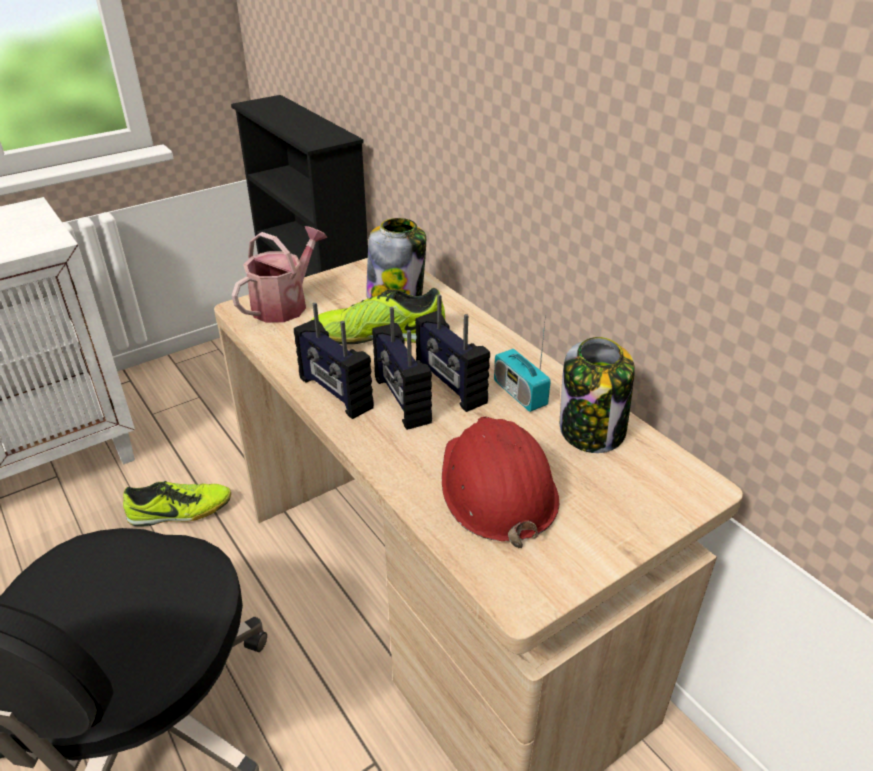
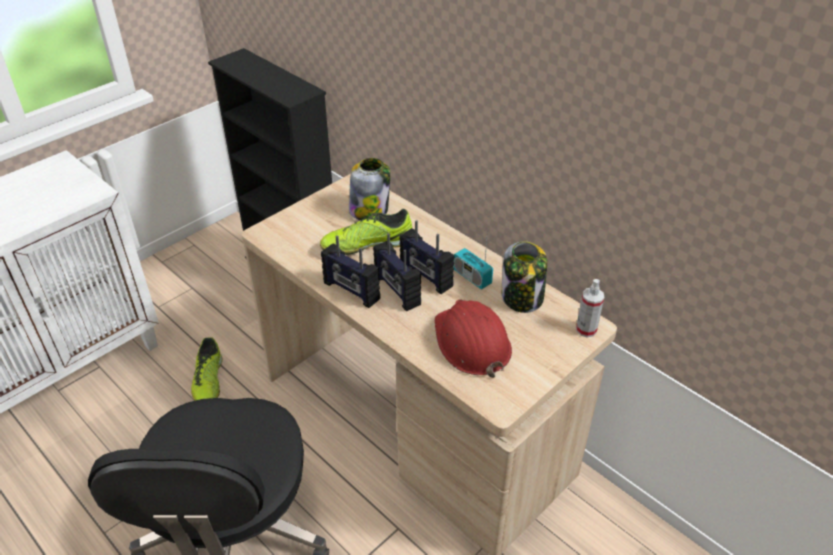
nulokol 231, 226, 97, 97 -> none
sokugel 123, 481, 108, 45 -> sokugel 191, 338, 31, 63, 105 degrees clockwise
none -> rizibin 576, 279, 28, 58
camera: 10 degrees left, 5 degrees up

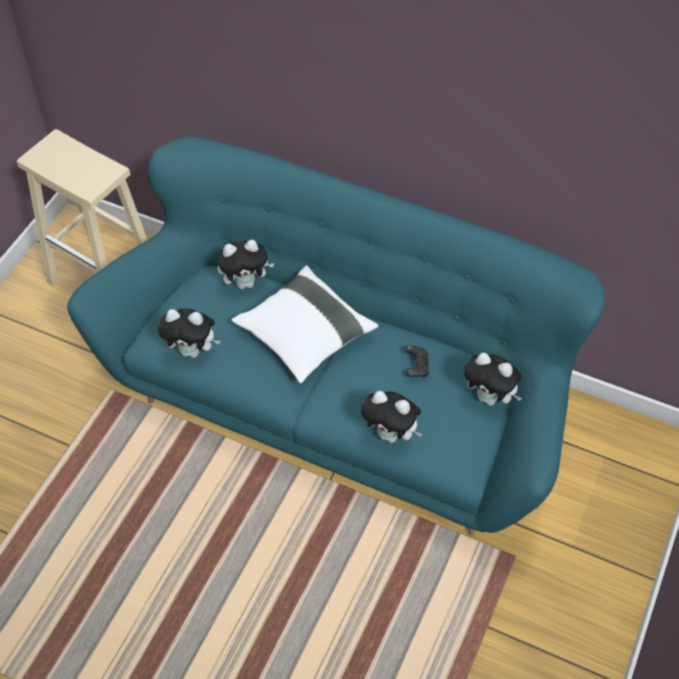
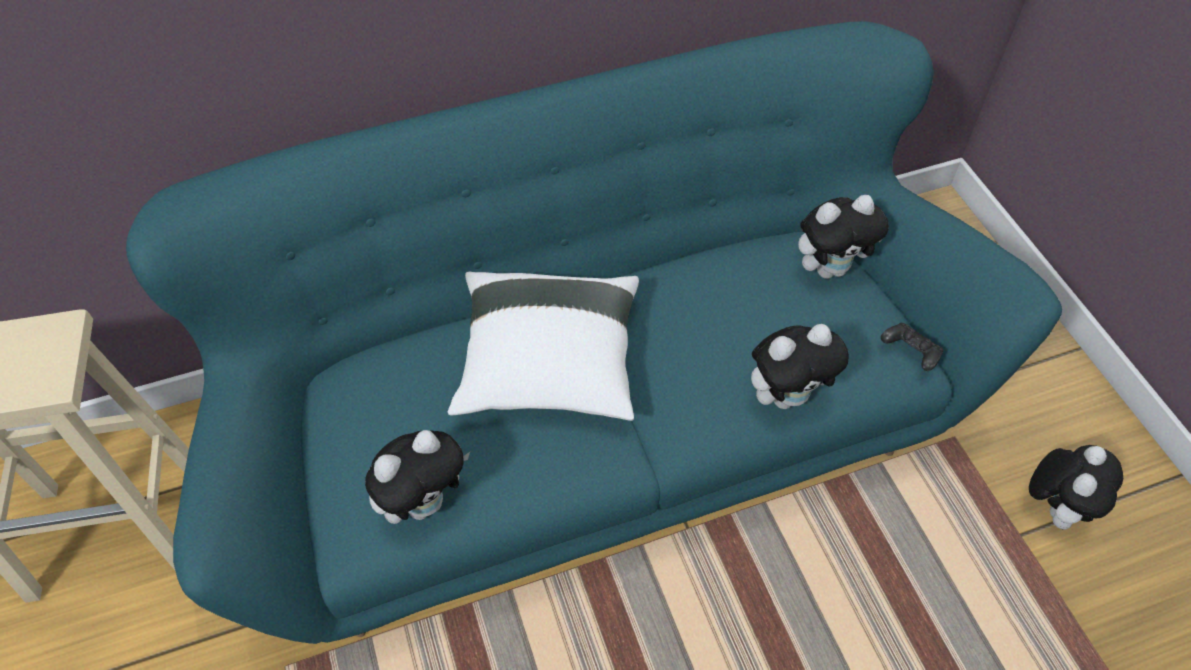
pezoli 217, 240, 58, 49 -> pezoli 1029, 445, 94, 84, move
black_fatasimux 405, 345, 25, 32 -> black_fatasimux 881, 323, 62, 48, move
camera: 45 degrees left, 0 degrees up

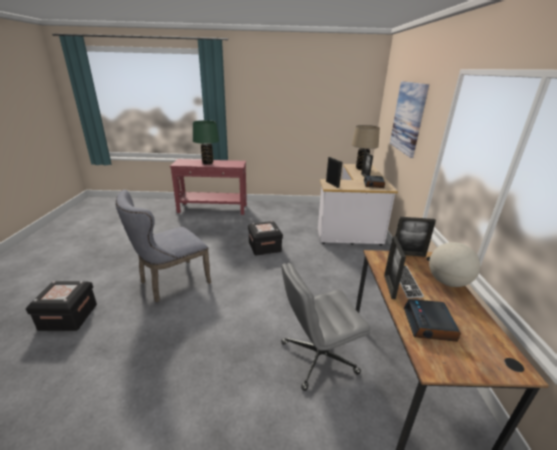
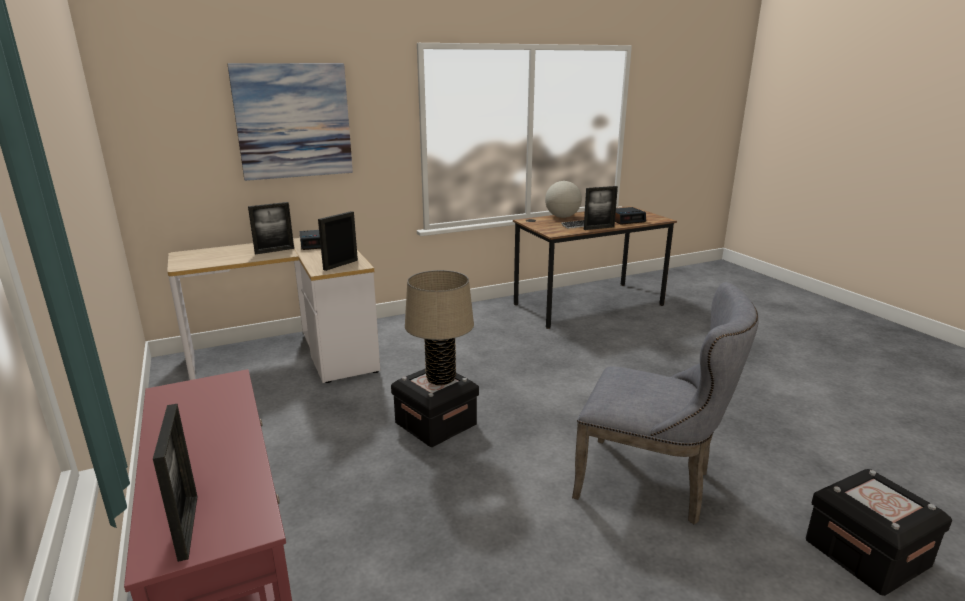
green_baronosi 193, 120, 26, 45 -> none
beige_baronosi 352, 125, 28, 45 -> beige_baronosi 405, 270, 69, 115, move
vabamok 396, 217, 40, 40 -> vabamok 153, 404, 45, 158, move
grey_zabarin 281, 263, 89, 128 -> none
camera: 115 degrees left, 5 degrees down

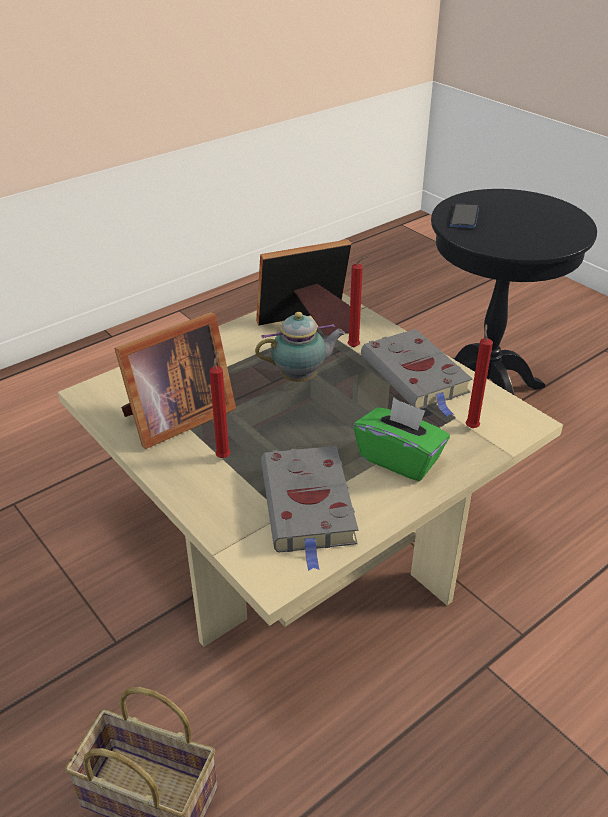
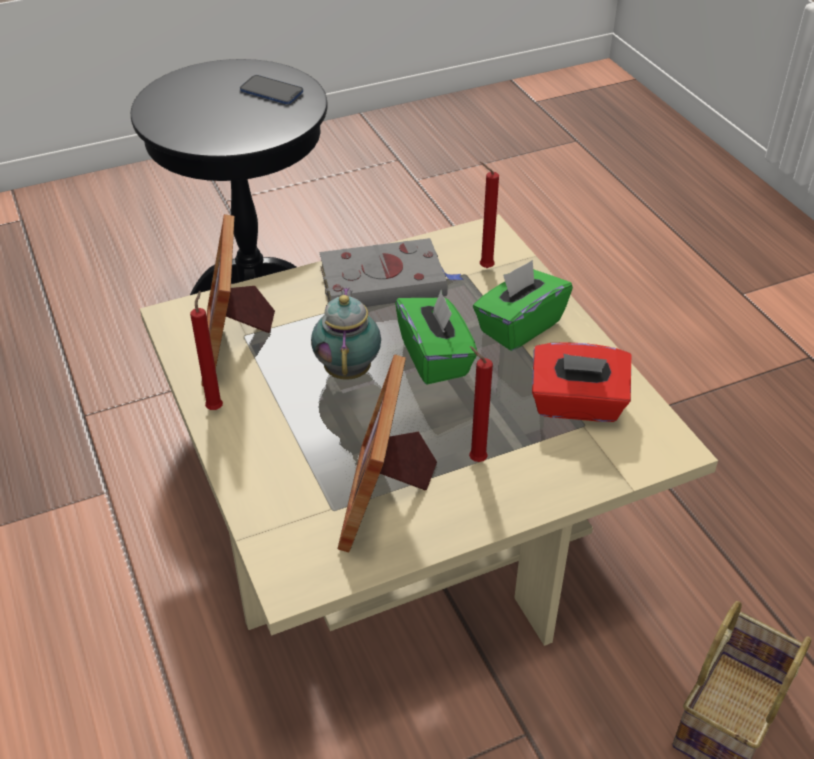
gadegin 450, 204, 29, 24 -> gadegin 240, 75, 63, 29, move
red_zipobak 348, 255, 21, 93 -> red_zipobak 190, 291, 33, 119, move
vabamok 114, 312, 122, 137 -> vabamok 338, 354, 99, 198, 150 degrees counterclockwise
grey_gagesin 261, 446, 97, 125 -> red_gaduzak 532, 342, 100, 80
none -> green_gaduzak 395, 290, 83, 95
camera: 75 degrees left, 5 degrees up

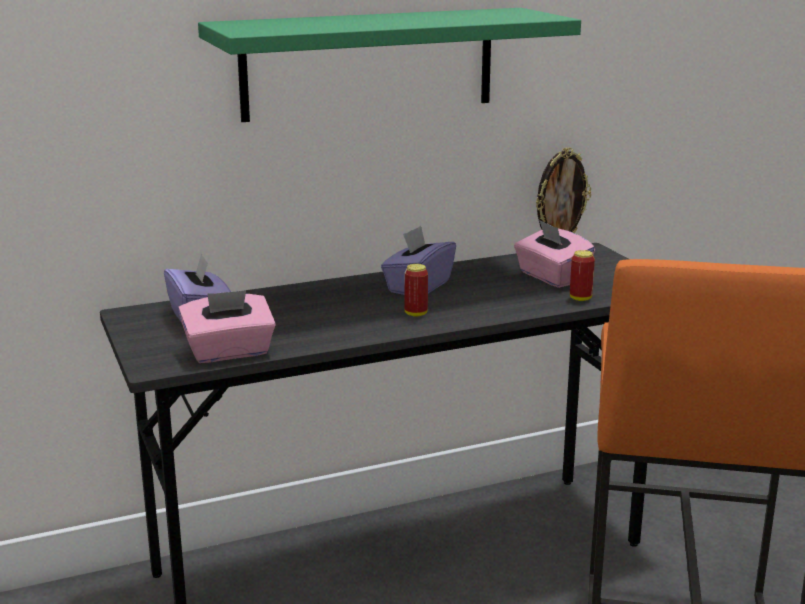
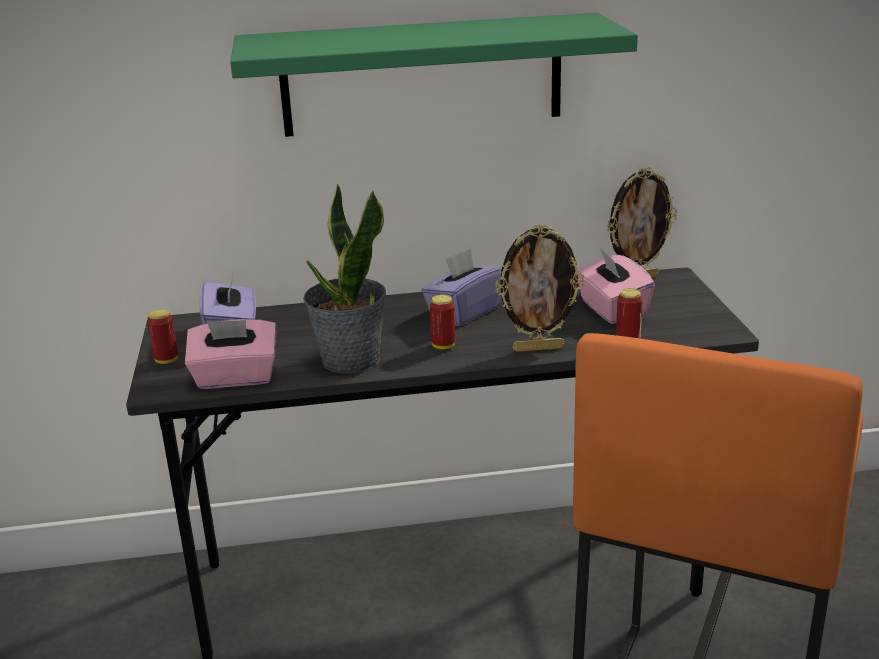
none -> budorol 303, 183, 83, 191
none -> vabamok 495, 224, 89, 128
none -> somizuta 147, 309, 31, 55
camera: 15 degrees right, 5 degrees up

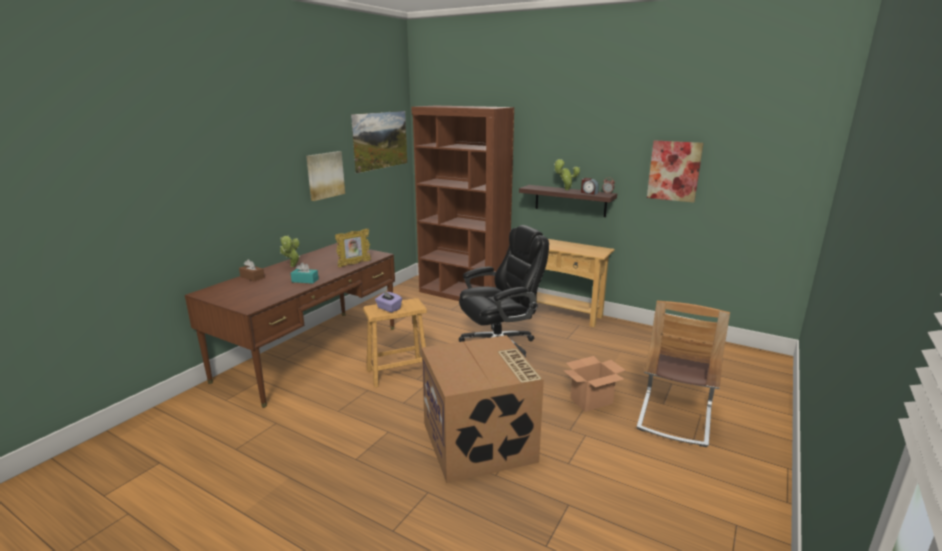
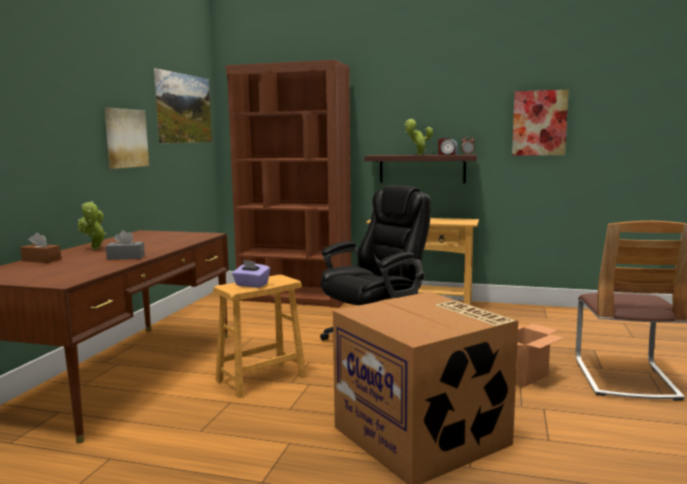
vabamok 335, 229, 36, 38 -> none
turquoise_gaduzak 291, 262, 28, 22 -> grey_gaduzak 106, 230, 39, 30
camera: 15 degrees left, 10 degrees down

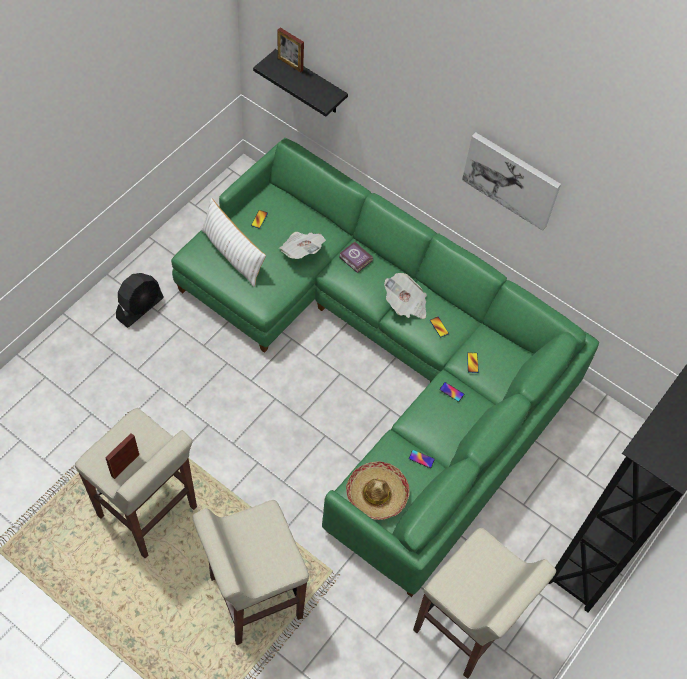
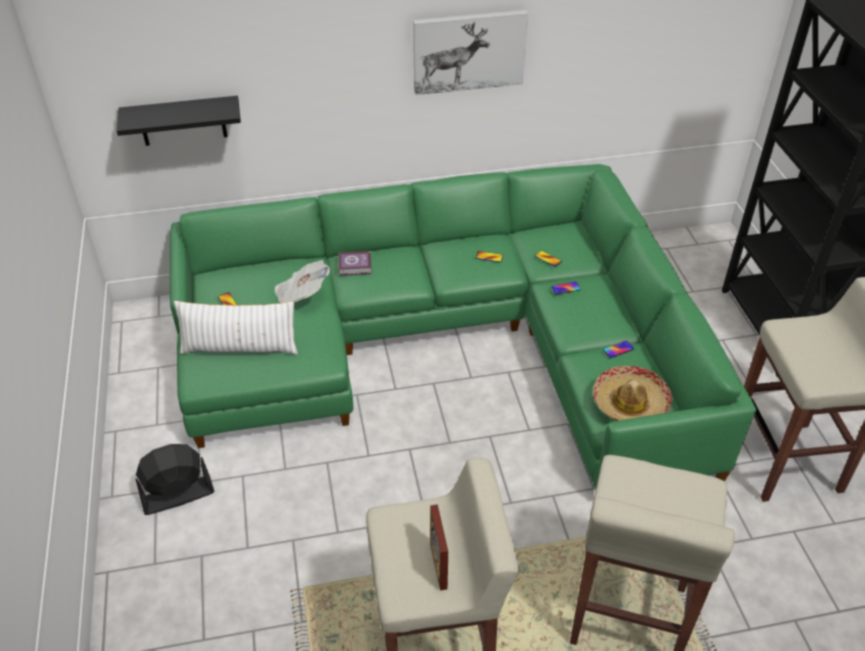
vabamok 278, 28, 26, 45 -> none
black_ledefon 116, 273, 48, 55 -> black_ledefon 135, 444, 80, 71, 105 degrees counterclockwise
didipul 384, 273, 43, 46 -> none
camera: 45 degrees left, 15 degrees down

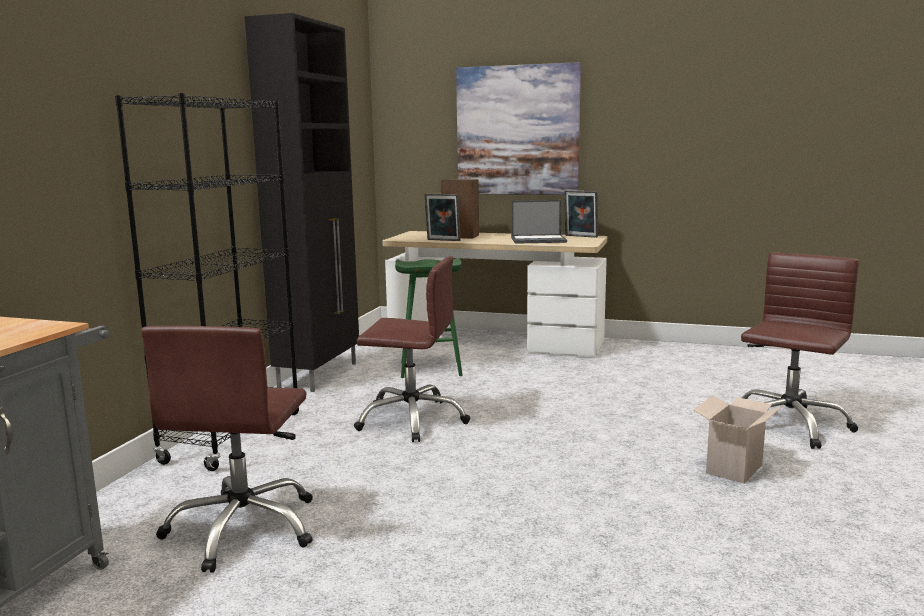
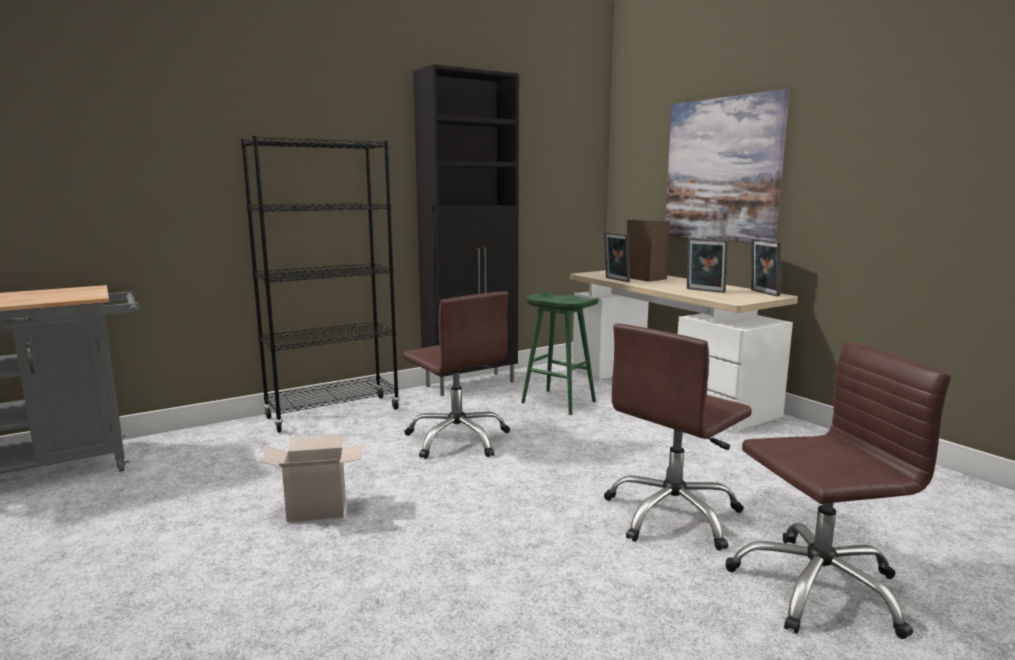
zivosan 511, 200, 56, 44 -> vabamok 687, 238, 41, 55
brown_zabarin 141, 326, 172, 247 -> brown_zabarin 604, 324, 148, 226, move
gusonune 693, 395, 90, 89 -> gusonune 261, 435, 101, 87, move
camera: 40 degrees right, 0 degrees up

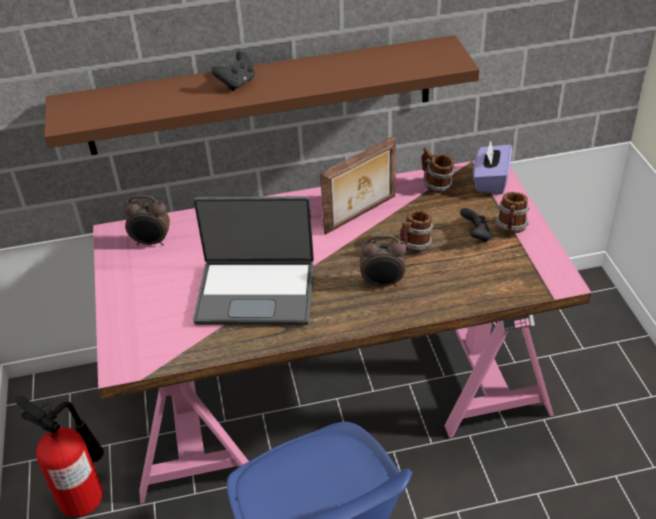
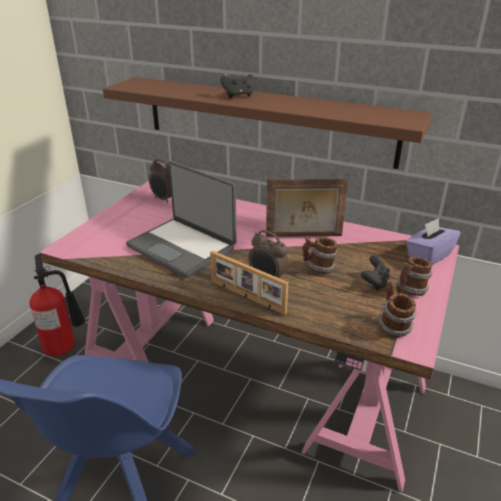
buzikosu 421, 147, 34, 46 -> buzikosu 379, 281, 38, 56, move
none -> vabamok 210, 251, 78, 64
camera: 35 degrees right, 10 degrees down

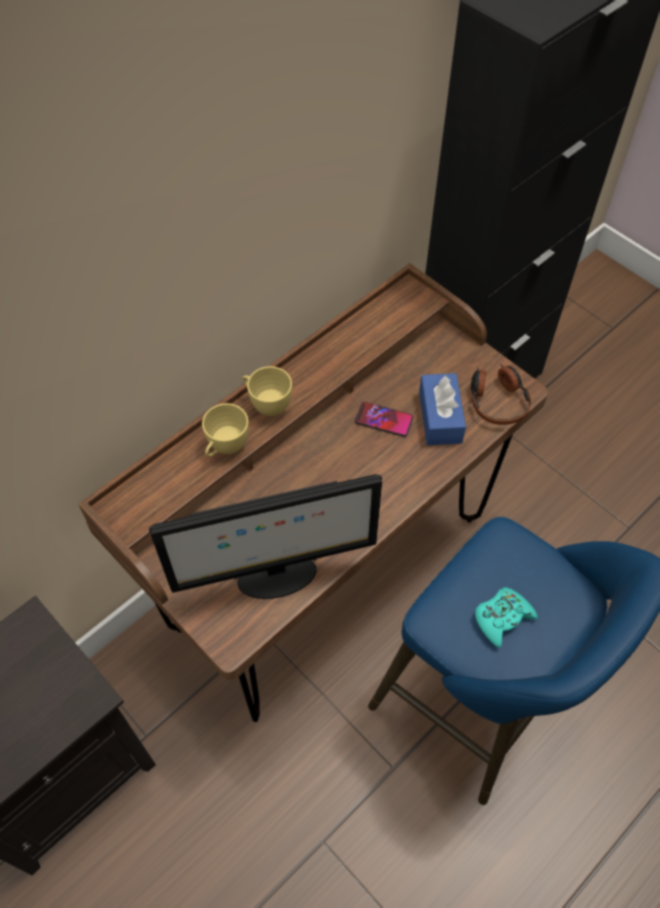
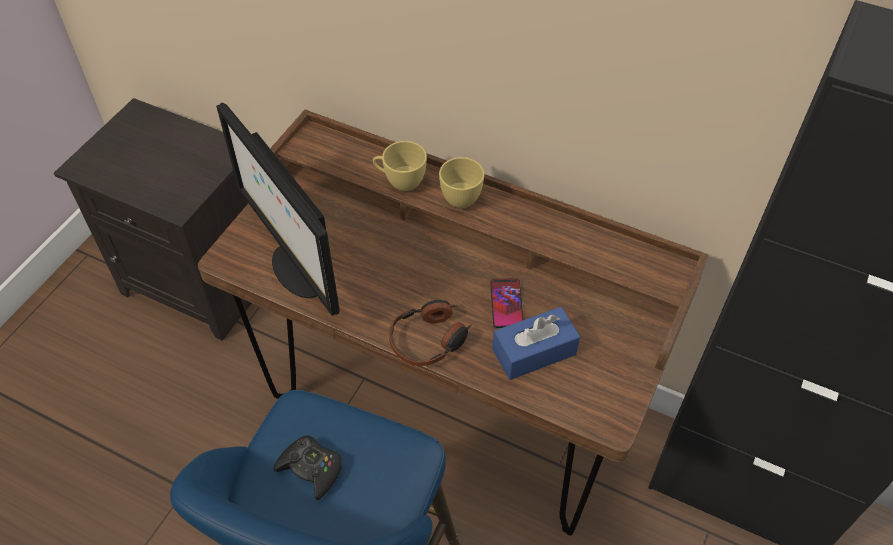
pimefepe 471, 364, 61, 61 -> pimefepe 389, 300, 83, 66, move
turquoise_fatasimux 475, 587, 63, 61 -> black_fatasimux 274, 435, 68, 65
camera: 70 degrees right, 5 degrees down

